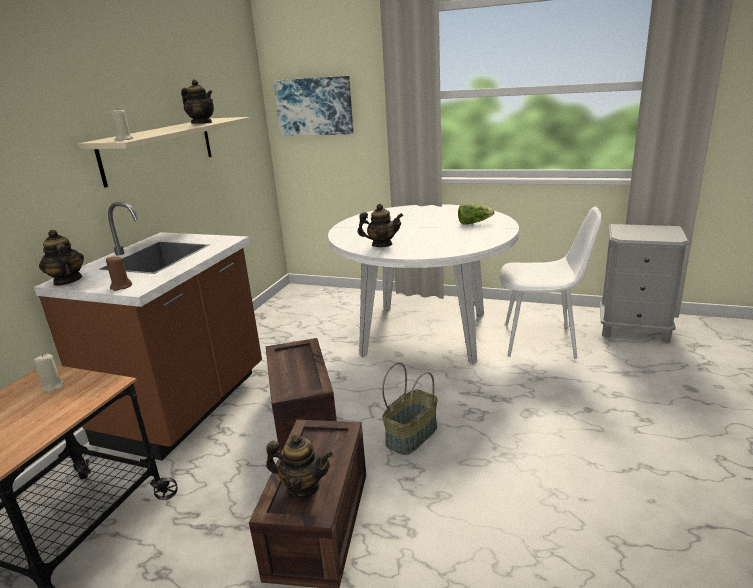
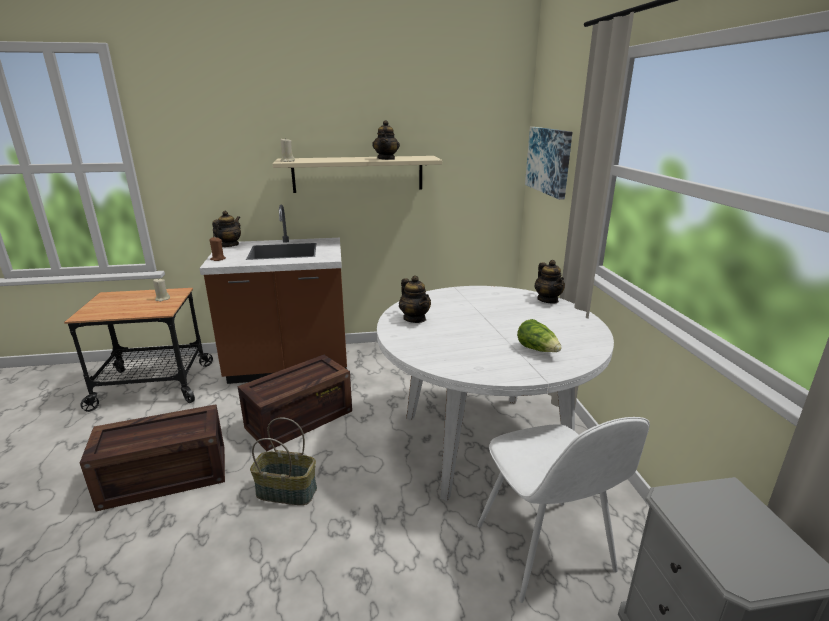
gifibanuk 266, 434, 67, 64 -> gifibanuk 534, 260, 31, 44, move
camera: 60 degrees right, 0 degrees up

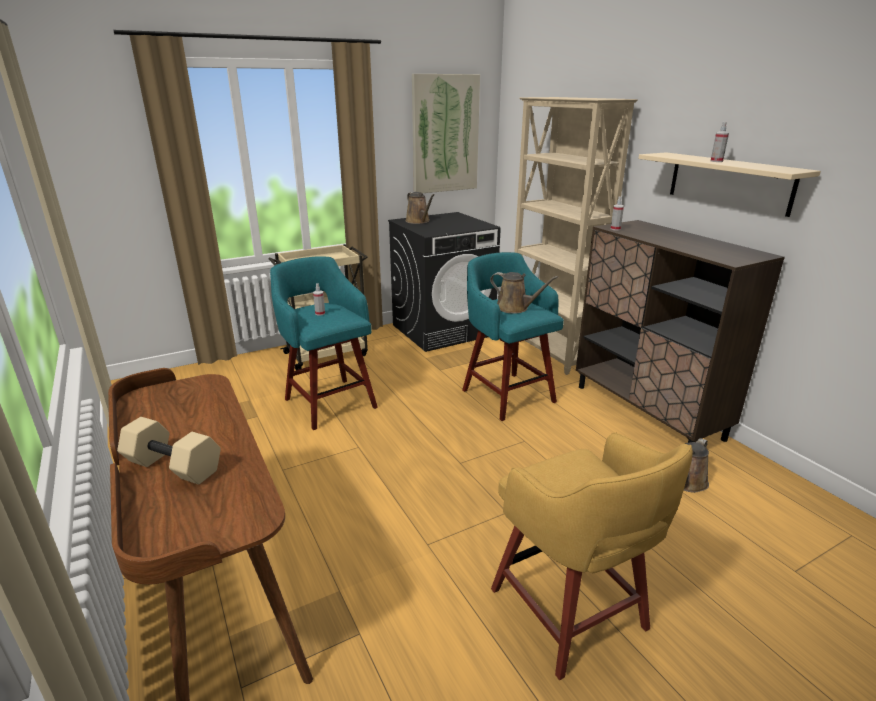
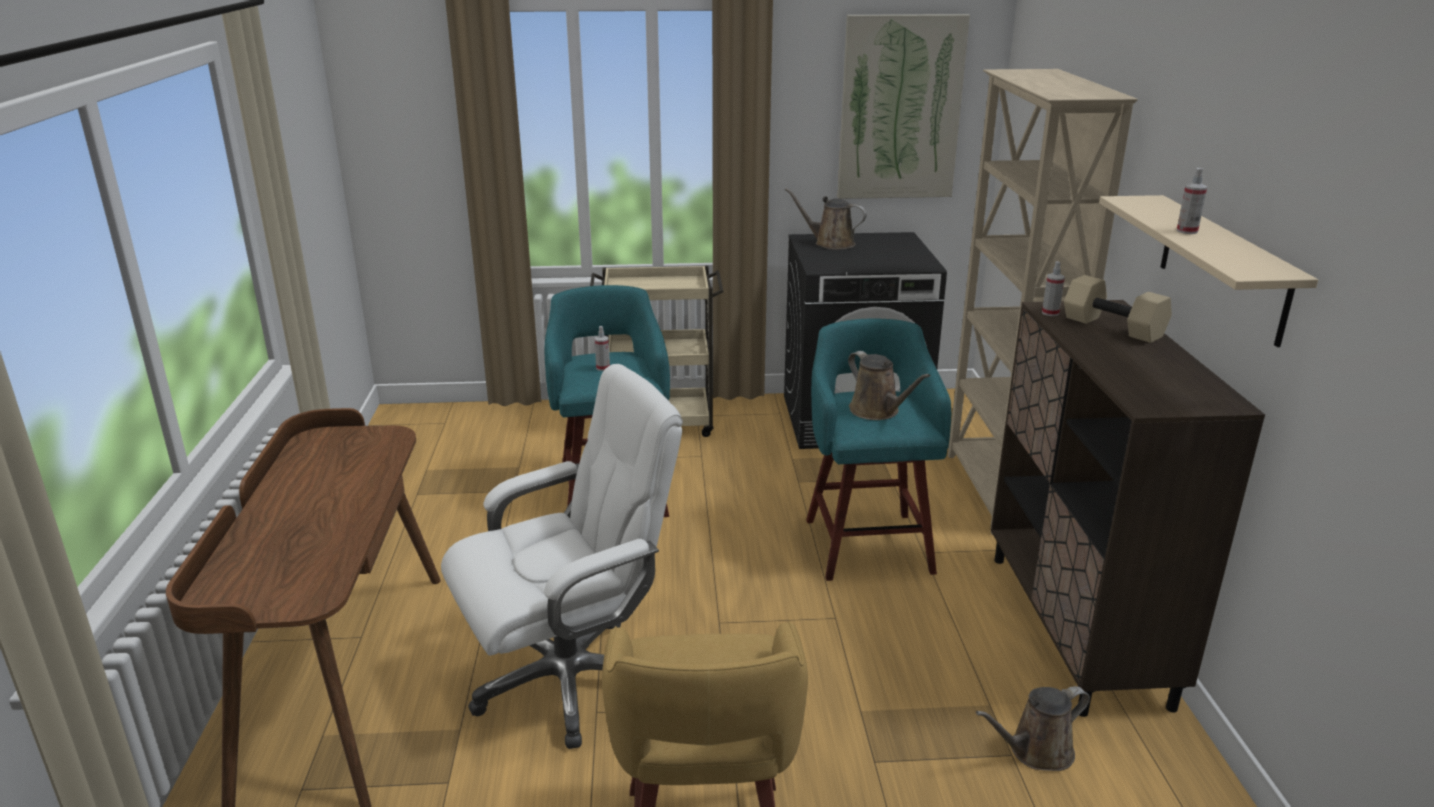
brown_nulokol 406, 192, 29, 32 -> brown_nulokol 785, 188, 82, 62, 120 degrees clockwise
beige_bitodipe 117, 417, 104, 68 -> beige_bitodipe 1064, 275, 108, 68, move
none -> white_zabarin 441, 364, 242, 385
camera: 25 degrees right, 0 degrees up

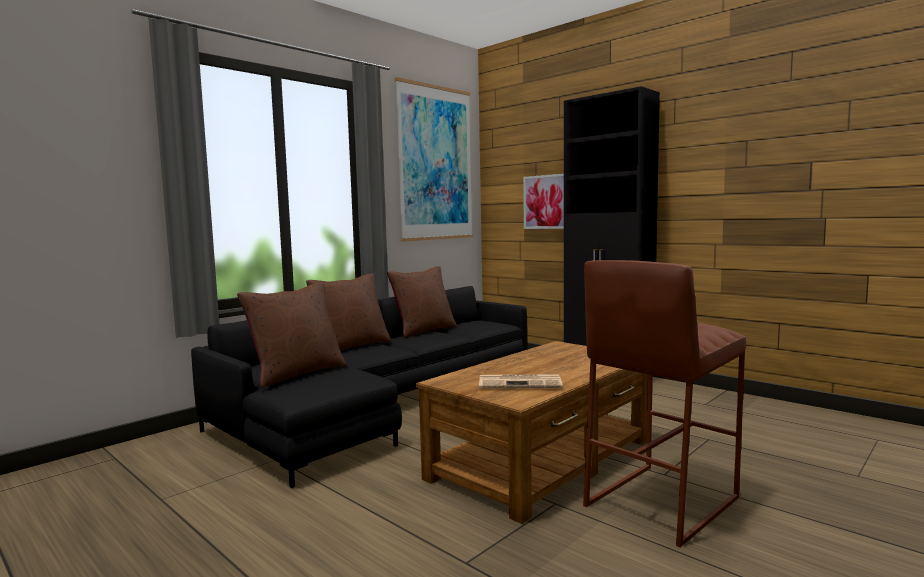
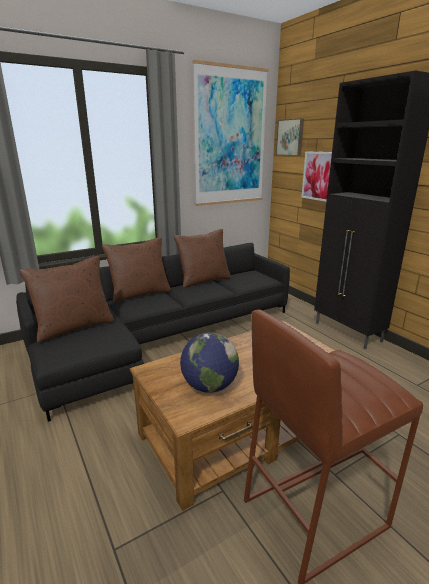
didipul 479, 374, 84, 15 -> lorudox 180, 333, 59, 60
none -> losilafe 276, 118, 28, 38
camera: 15 degrees right, 15 degrees up

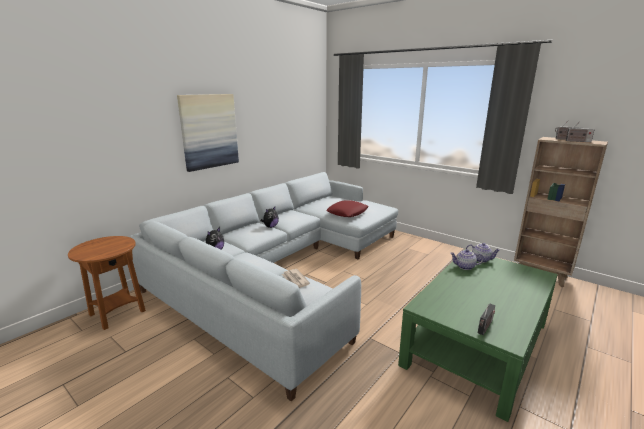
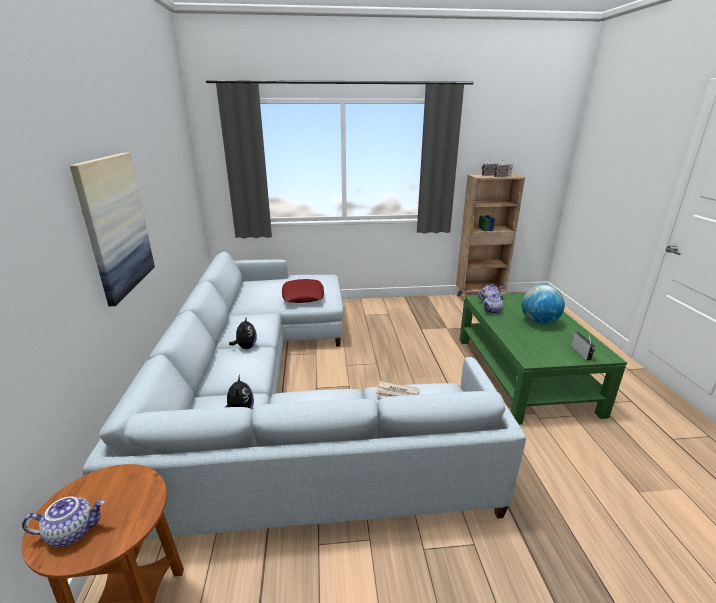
none -> lorudox 522, 285, 43, 39
none -> gifibanuk 22, 496, 83, 51
camera: 45 degrees left, 5 degrees up

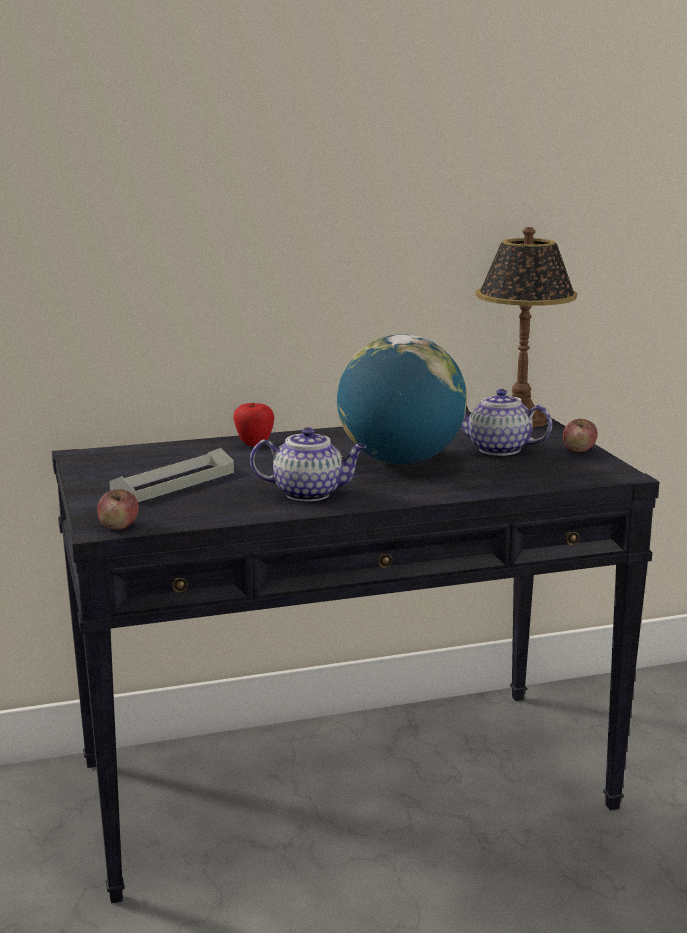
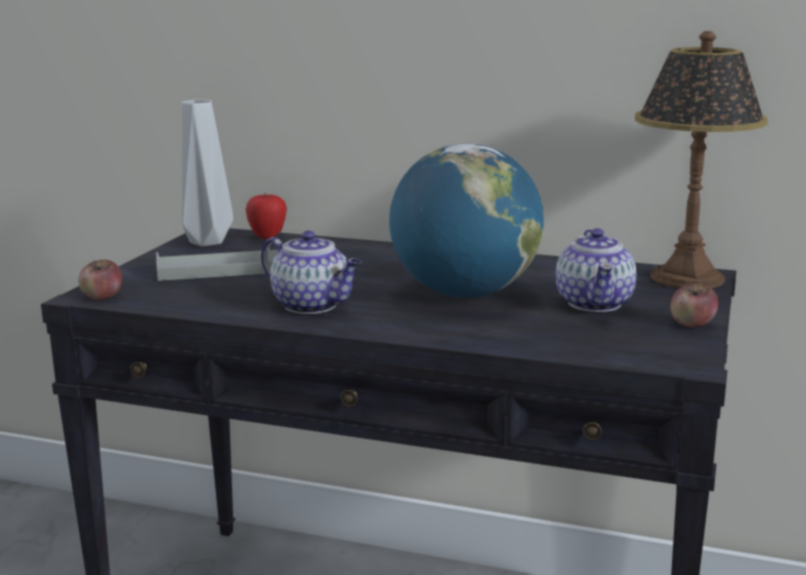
gifibanuk 462, 389, 90, 67 -> gifibanuk 556, 228, 81, 84, 150 degrees counterclockwise
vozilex 233, 401, 42, 45 -> vozilex 246, 193, 41, 46, move
none -> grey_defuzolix 181, 100, 52, 146
camera: 35 degrees right, 0 degrees up

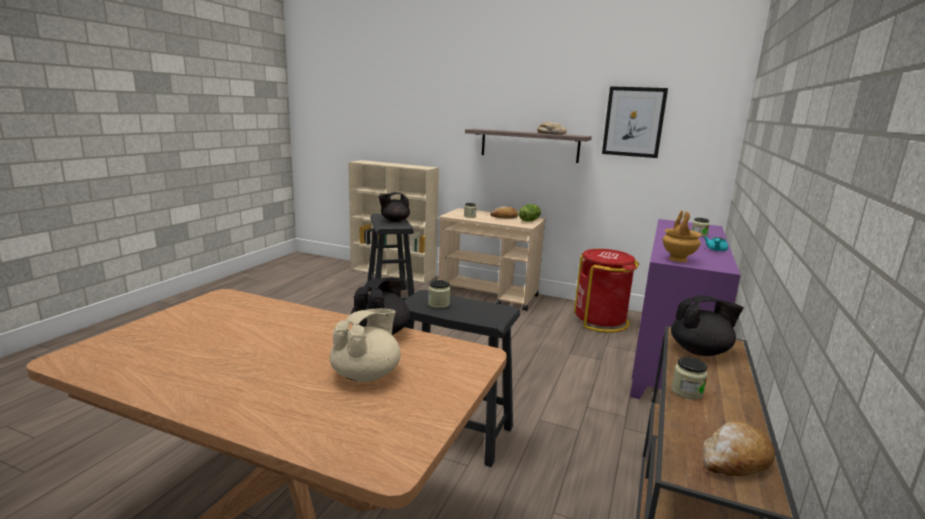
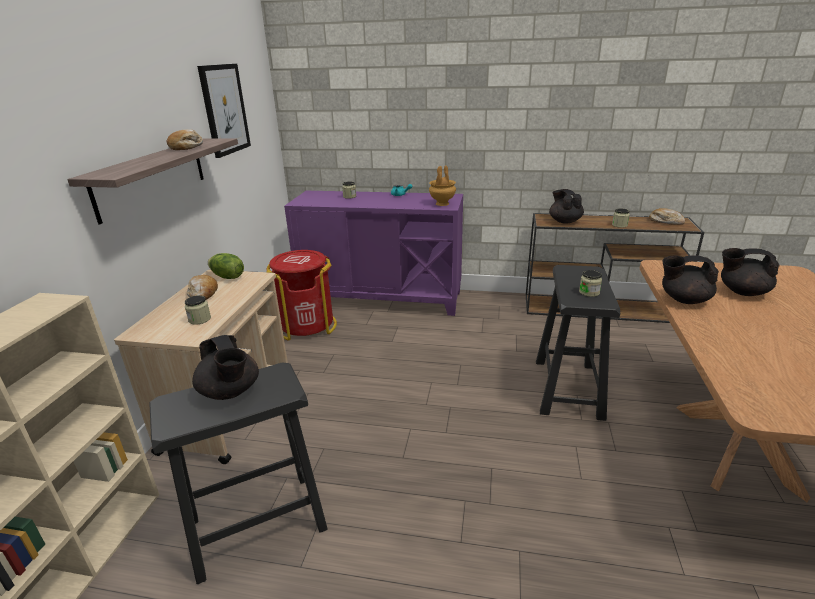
beige_gifibanuk 330, 308, 71, 74 -> black_gifibanuk 721, 248, 59, 48
camera: 100 degrees left, 10 degrees up

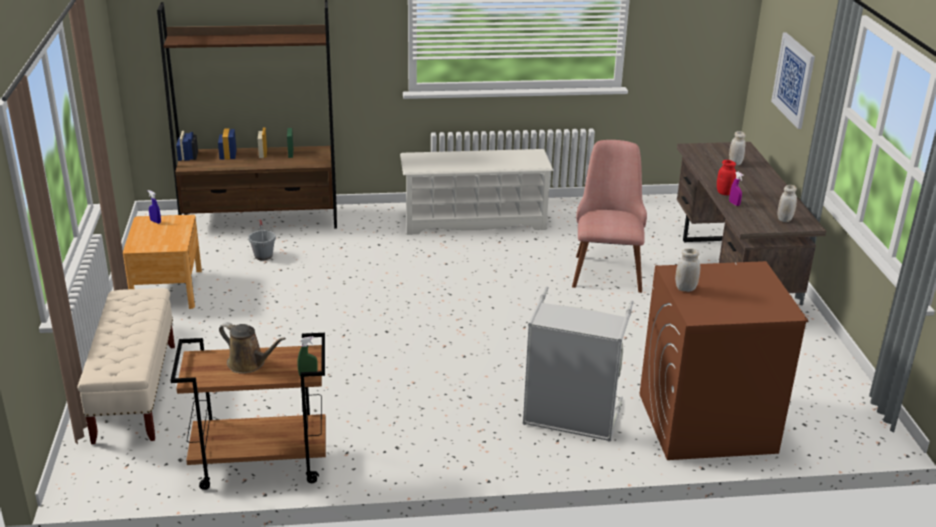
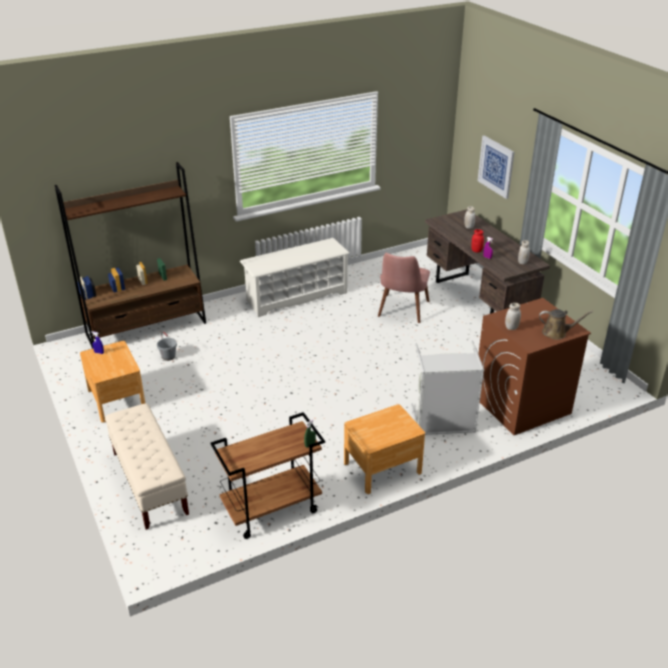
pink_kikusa 572, 140, 75, 153 -> pink_kikusa 378, 253, 52, 70, 150 degrees counterclockwise
brown_nulokol 219, 322, 67, 52 -> brown_nulokol 539, 309, 54, 31, move
none -> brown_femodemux 344, 404, 81, 90
camera: 20 degrees left, 5 degrees up

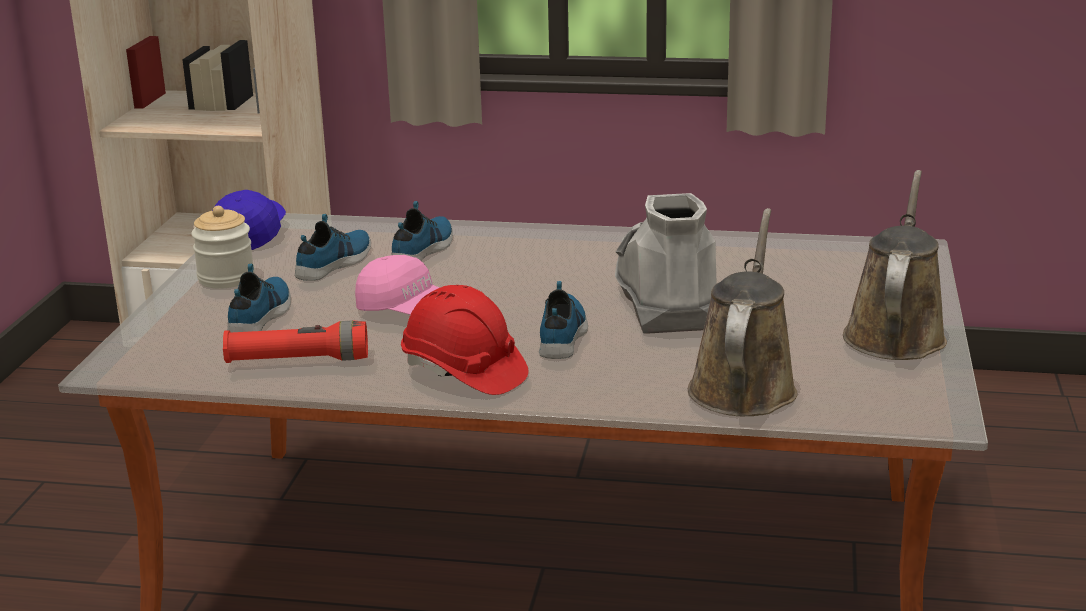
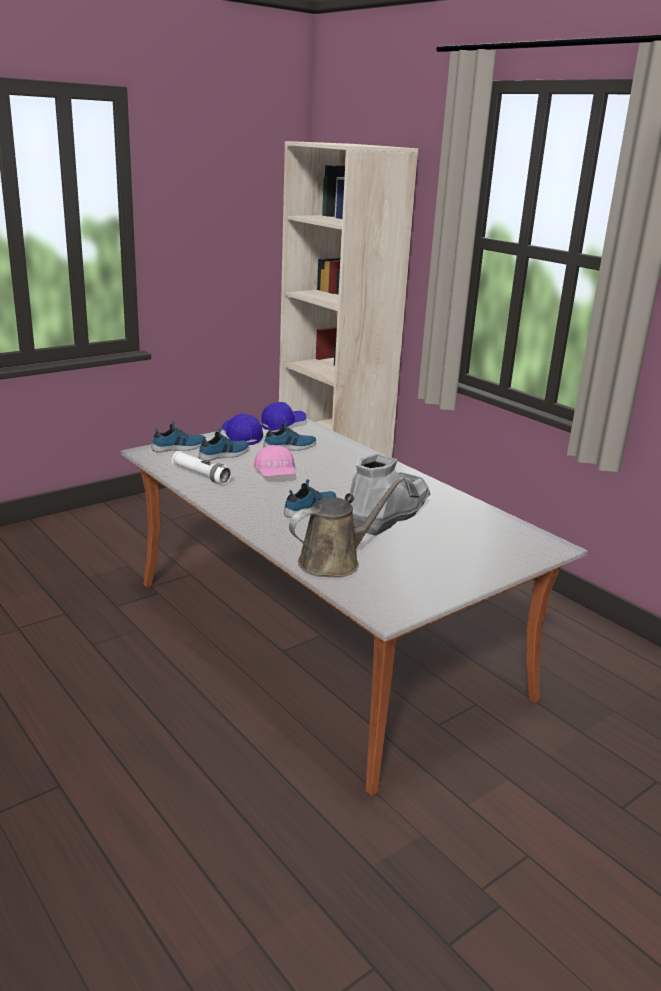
brown_nulokol 843, 170, 104, 190 -> none
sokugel 391, 201, 62, 60 -> sokugel 152, 421, 54, 31, move
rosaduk 191, 206, 63, 83 -> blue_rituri 222, 413, 41, 32
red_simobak 401, 285, 127, 110 -> none
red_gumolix 223, 320, 145, 43 -> white_gumolix 172, 451, 60, 33
camera: 40 degrees right, 0 degrees up

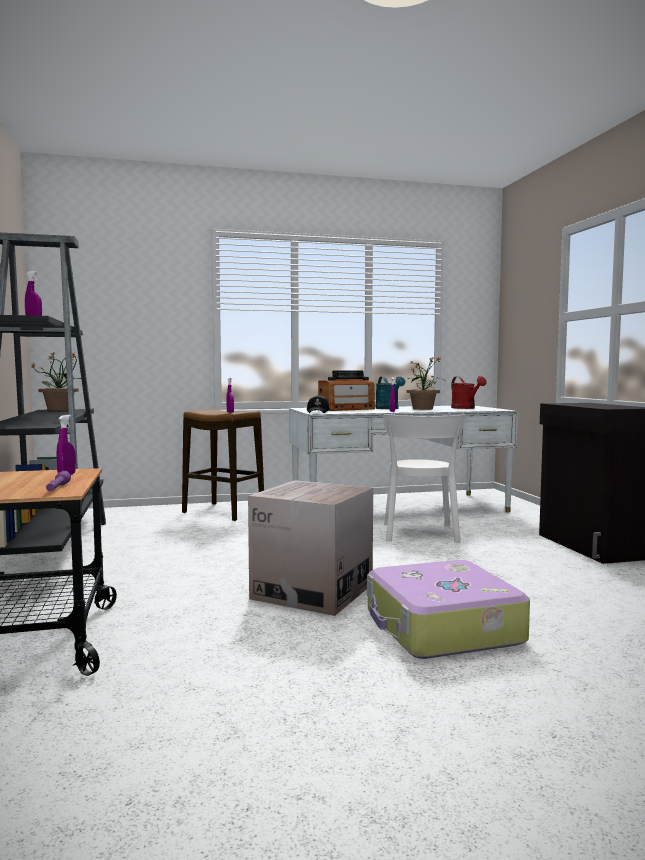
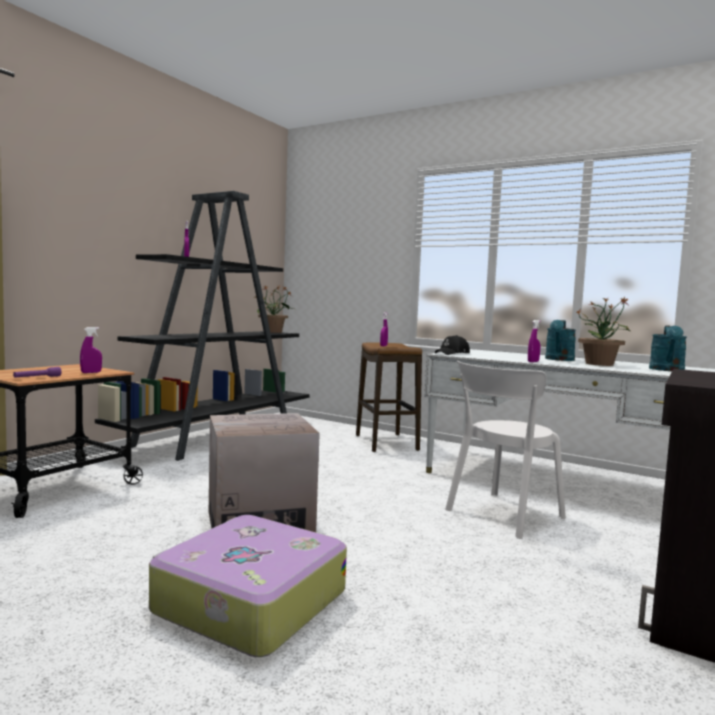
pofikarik 318, 370, 57, 41 -> none
red_nulokol 451, 376, 35, 33 -> turquoise_nulokol 649, 325, 38, 46
camera: 45 degrees right, 0 degrees up

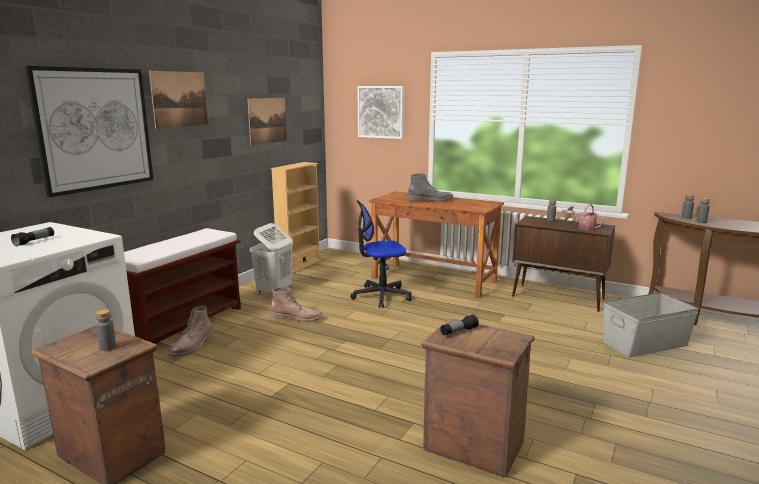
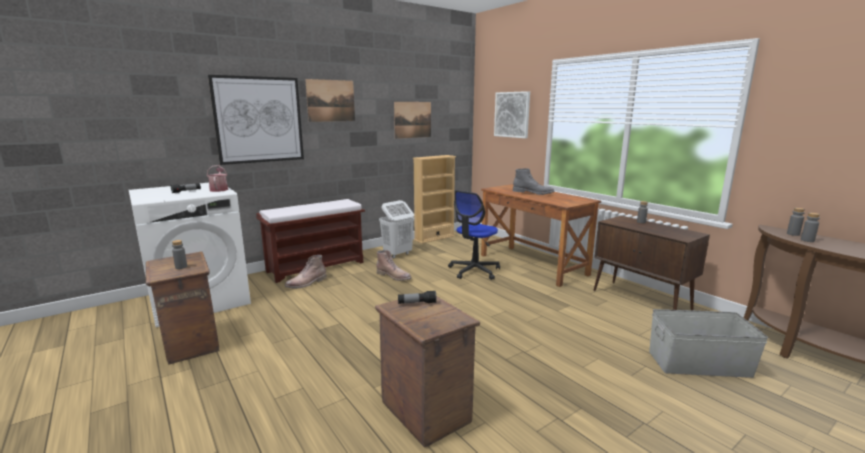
zabarin 350, 200, 62, 108 -> zabarin 448, 190, 52, 90, 60 degrees counterclockwise
nulokol 567, 204, 37, 27 -> nulokol 207, 165, 21, 27, move
camera: 25 degrees right, 0 degrees up

